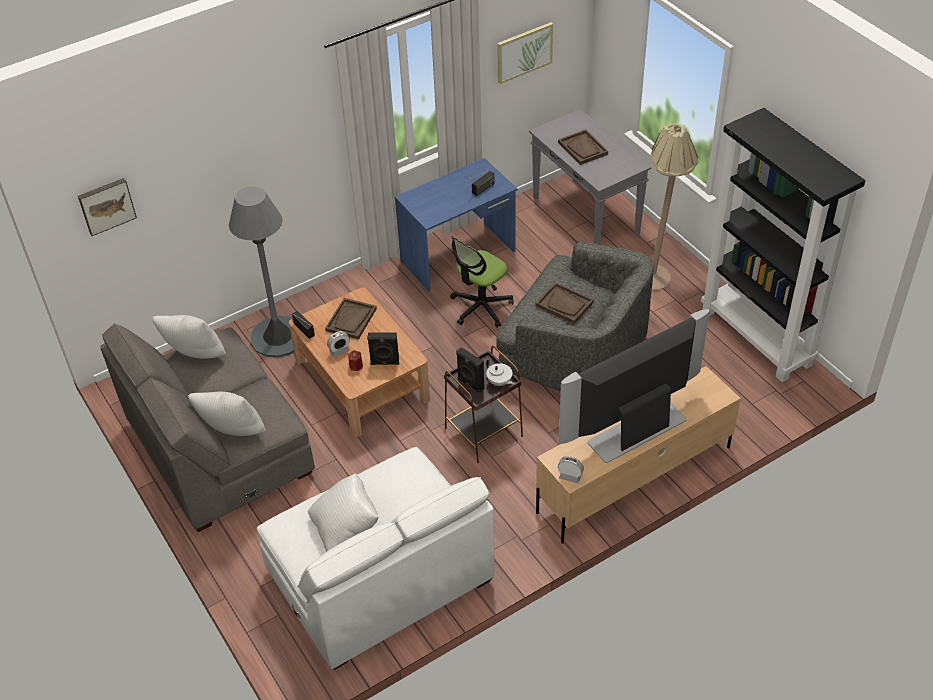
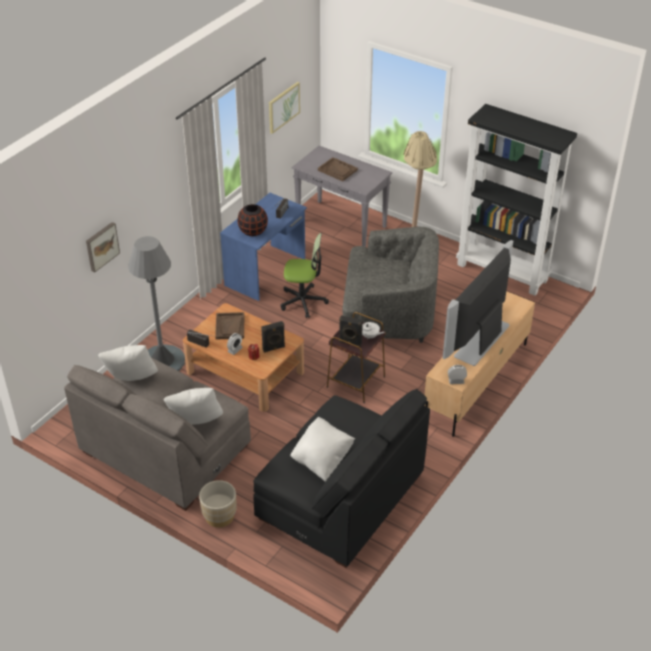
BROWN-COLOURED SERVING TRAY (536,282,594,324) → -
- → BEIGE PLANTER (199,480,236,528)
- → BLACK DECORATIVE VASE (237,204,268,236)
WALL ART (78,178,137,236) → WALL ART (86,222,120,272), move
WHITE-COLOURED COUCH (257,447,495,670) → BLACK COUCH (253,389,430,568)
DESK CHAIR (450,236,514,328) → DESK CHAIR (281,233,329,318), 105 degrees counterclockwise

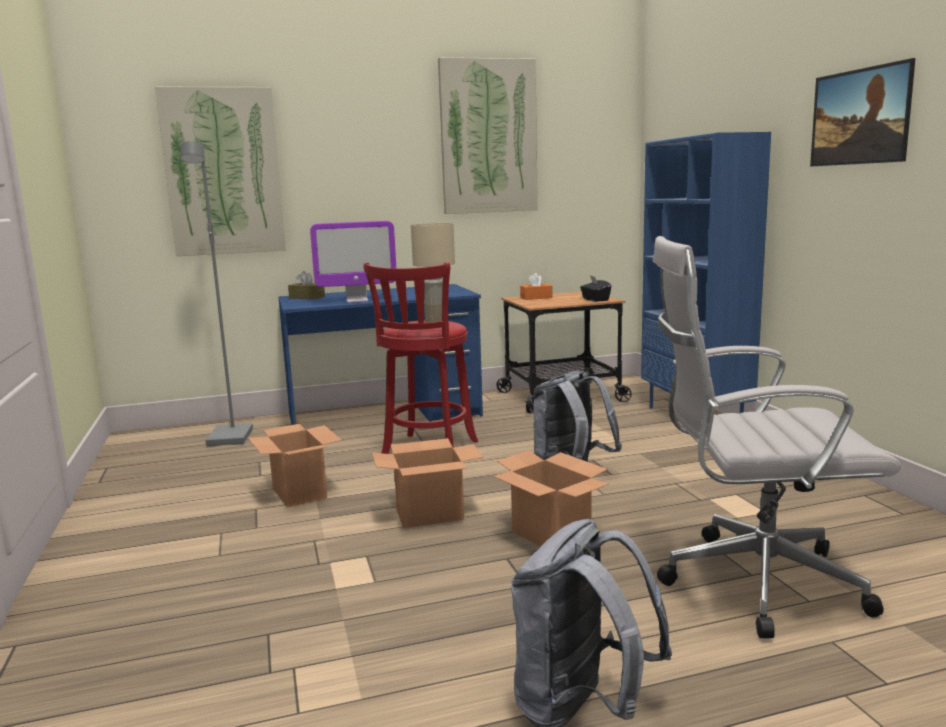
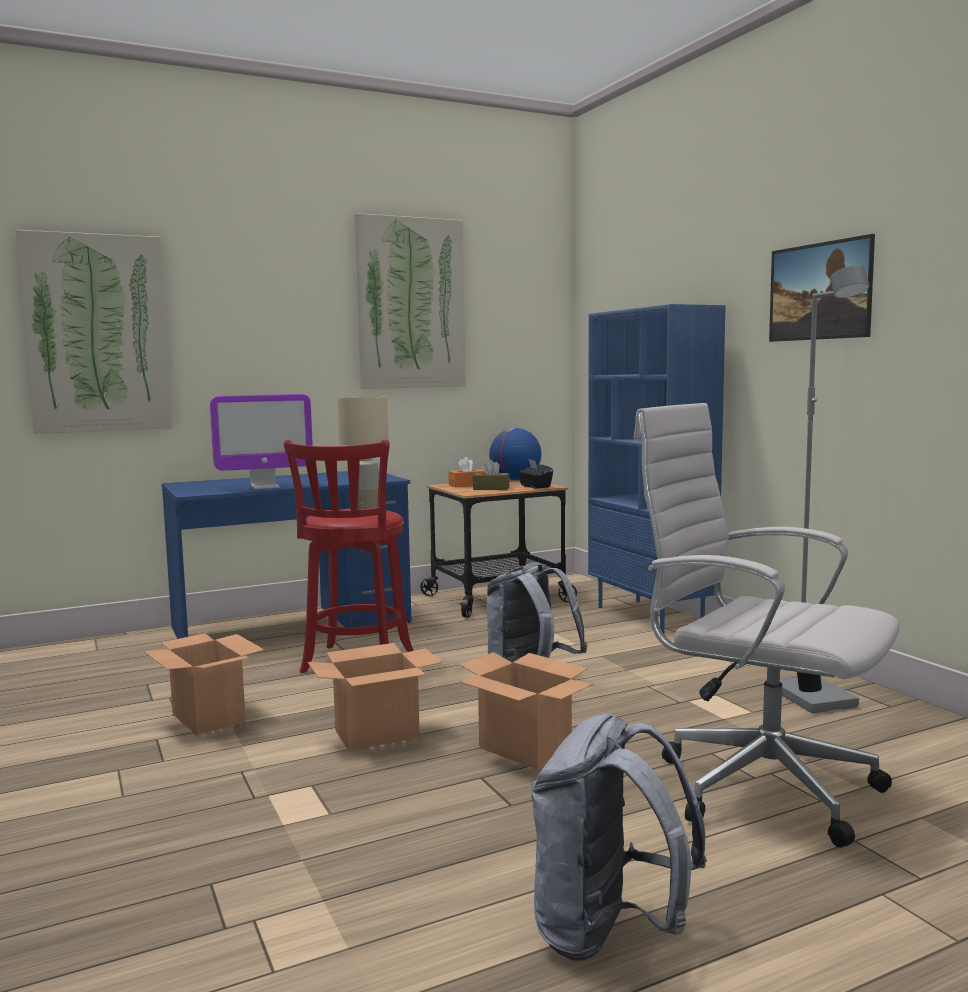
- → WORLD GLOBE (489,428,541,480)
GREY STANDING LAMP (180,141,253,446) → GREY STANDING LAMP (780,265,869,713), move
BROWN-COLOURED TISSUE HOLDER (288,271,325,299) → BROWN-COLOURED TISSUE HOLDER (473,460,510,490), move
WHITE-COLOURED DESK CHAIR (653,236,901,638) → WHITE-COLOURED DESK CHAIR (634,403,900,848), 45 degrees clockwise

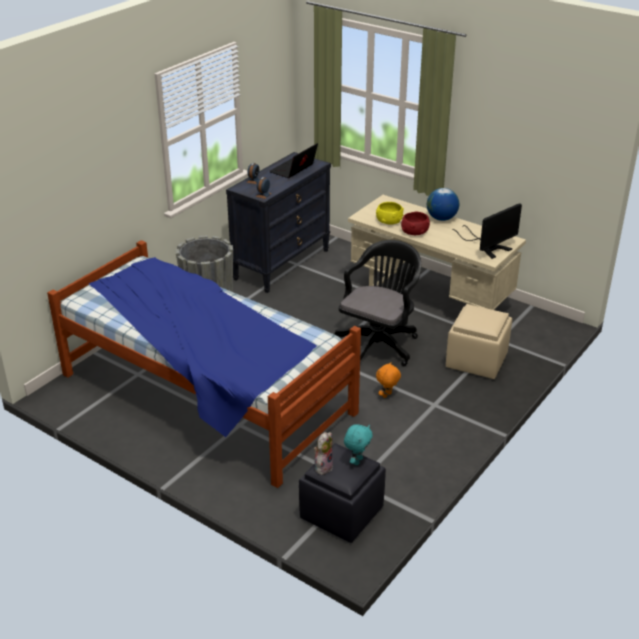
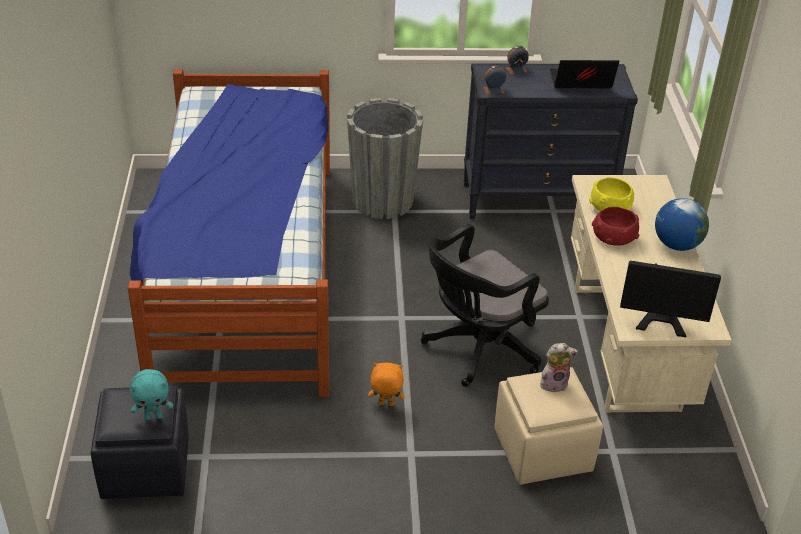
SOFT TOY (314,432,333,475) → SOFT TOY (540,343,578,392), move
BLACK DESK CHAIR (334,240,421,367) → BLACK DESK CHAIR (420,224,549,387), 150 degrees clockwise

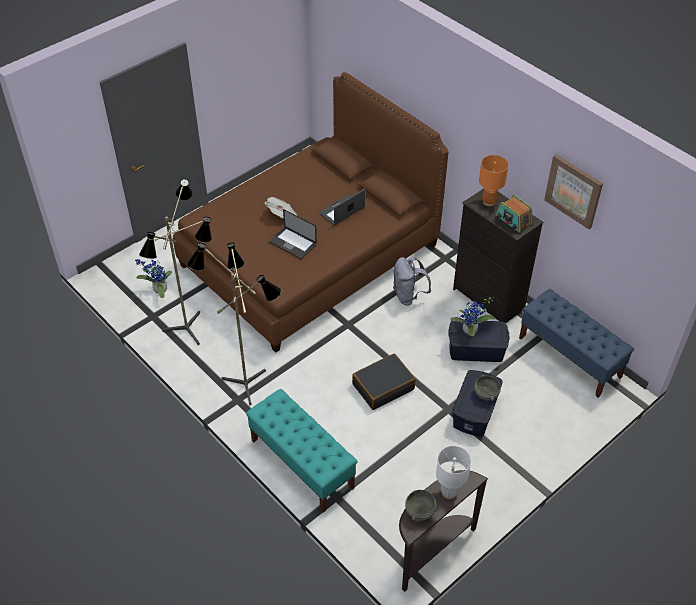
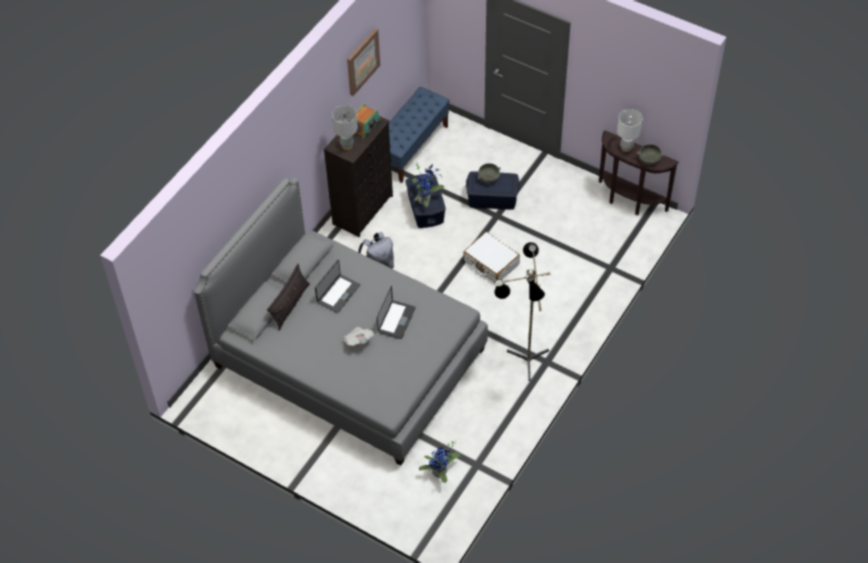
STANDING LAMP (139,179,212,345) → -
TURQUOISE LONG SEAT (246,389,358,513) → -
- → PILLOW (267,264,310,330)
BROWN-COLOURED SLEEPING BED (173,72,449,353) → GREY SLEEPING BED (194,178,488,466)
BLACK SUITCASE (352,353,416,410) → WHITE-COLOURED SUITCASE (463,232,520,283)
ORANGEY LAMP FOR A TABLE (479,155,508,206) → GREY LAMP FOR A TABLE (332,105,358,150)
LAPTOP (319,189,365,225) → LAPTOP (315,260,360,313), 90 degrees counterclockwise

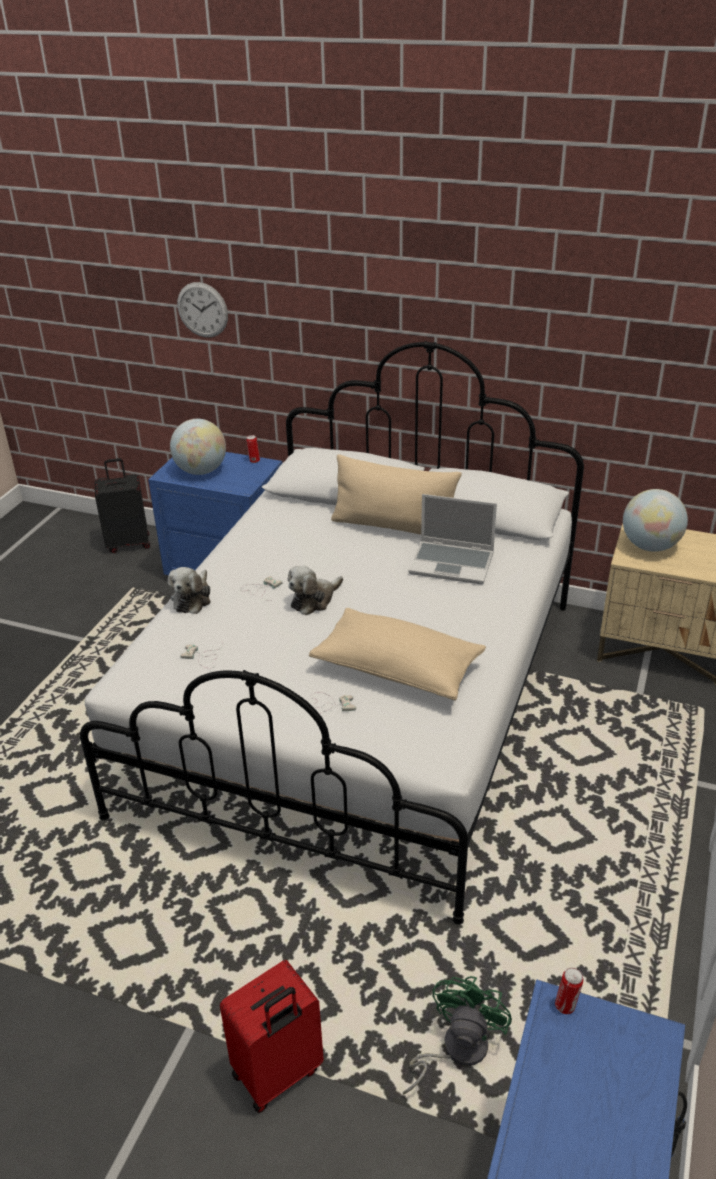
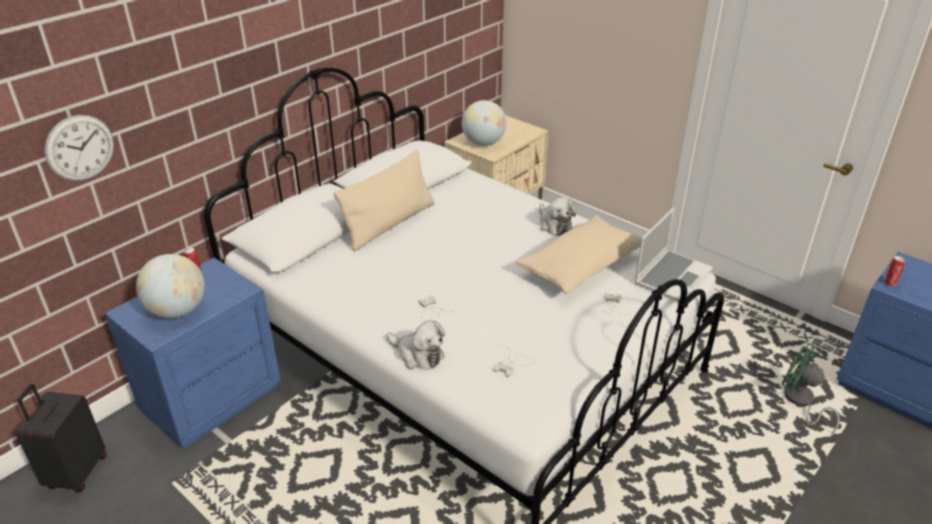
REDDISH SUITCASE (220,960,324,1113) → -
SOFT TOY (288,566,343,615) → SOFT TOY (539,197,576,236), move
LAPTOP (408,494,497,584) → LAPTOP (634,207,713,301), move

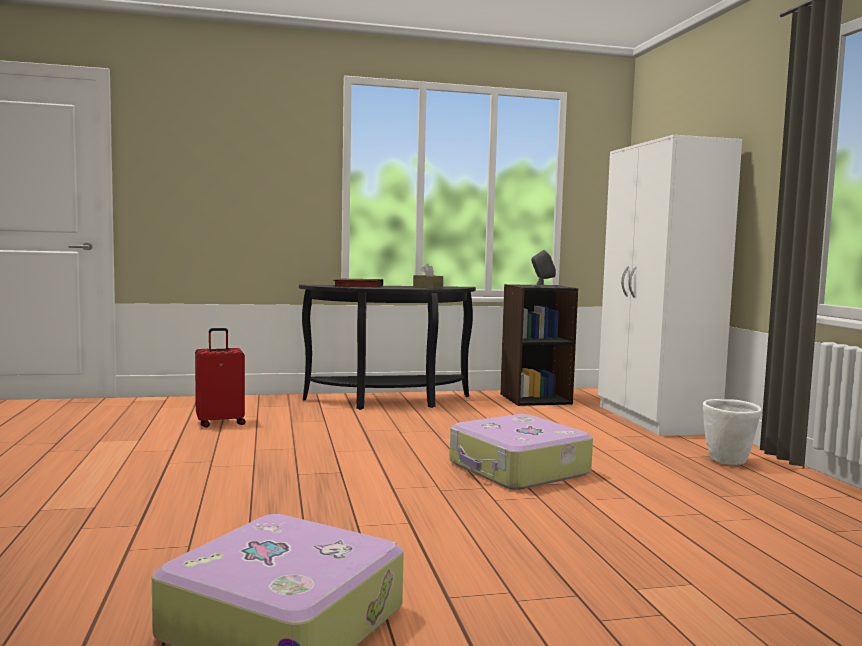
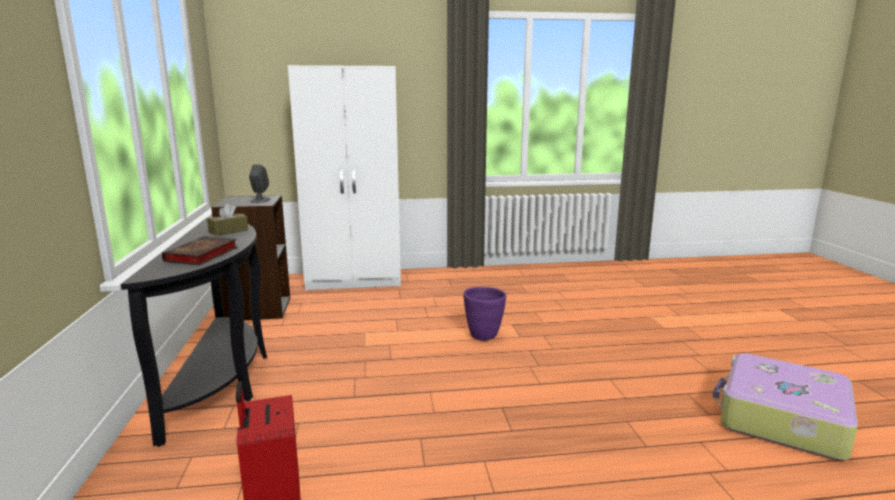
WHITE-COLOURED PLANTER (703,399,762,465) → -
SUITCASE (450,414,593,490) → PURPLE PLANTER (463,287,506,341)

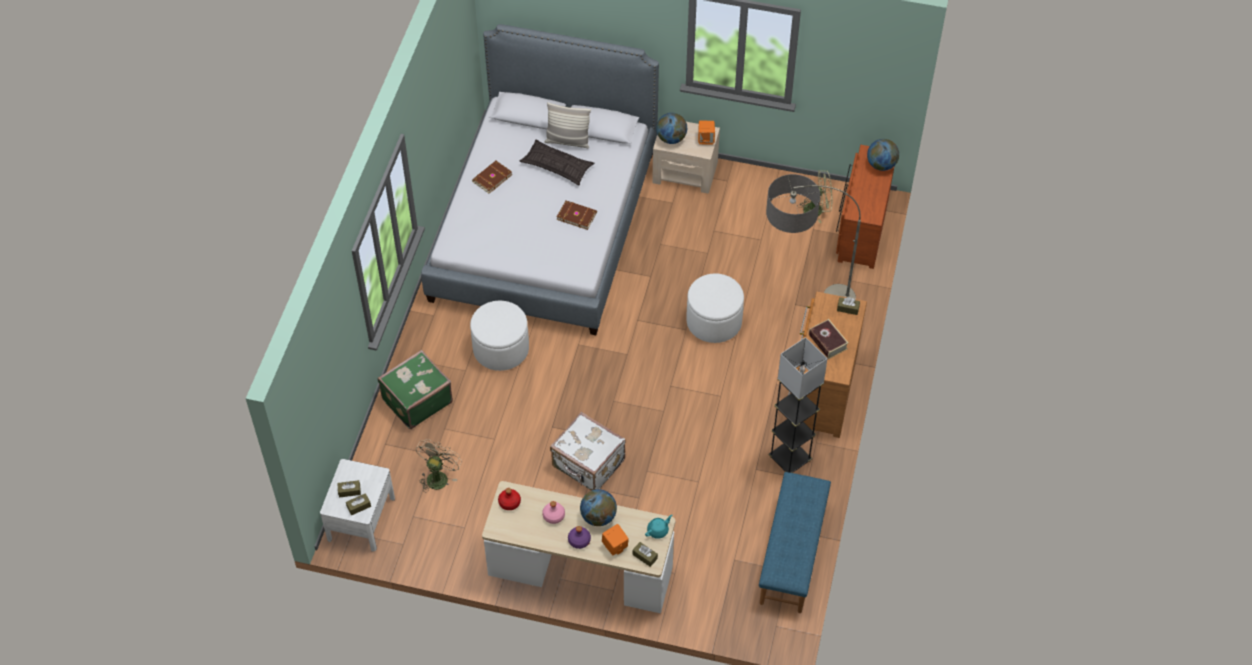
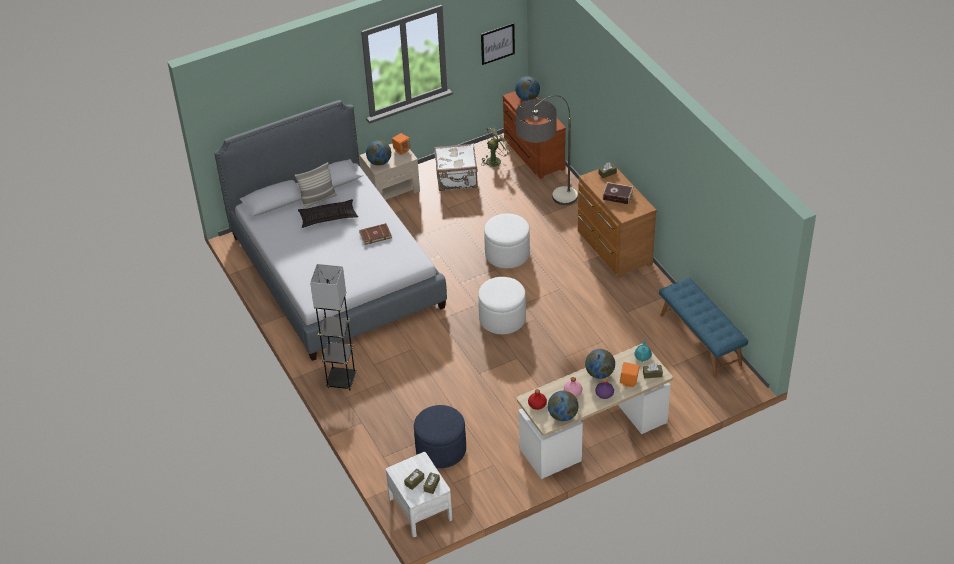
GREEN-COLOURED SUITCASE (378,350,453,429) → -
BROWN-COLOURED BOOK (472,161,512,194) → -
- → WALL ART (481,23,515,65)
- → WORLD GLOBE (548,391,579,421)
WHITE-COLOURED POUFFE (470,301,529,371) → WHITE-COLOURED POUFFE (478,277,526,334), move
WHITE-COLOURED SUITCASE (550,412,626,491) → WHITE-COLOURED SUITCASE (434,144,478,191), move
GREY STANDING LAMP (769,337,828,473) → GREY STANDING LAMP (310,264,356,391), move
BEIGE COOLING FAN (415,439,462,492) → BLUISH POUFFE (414,405,466,468)

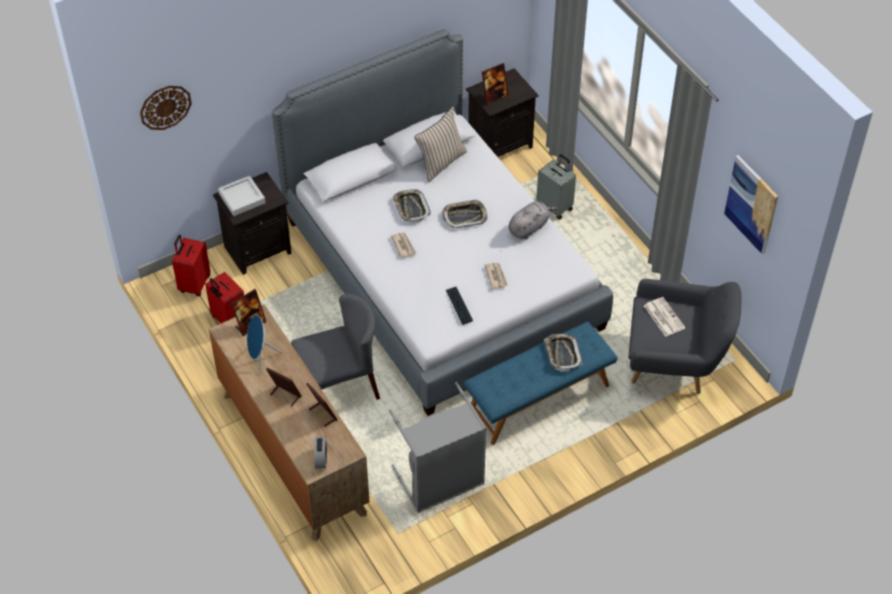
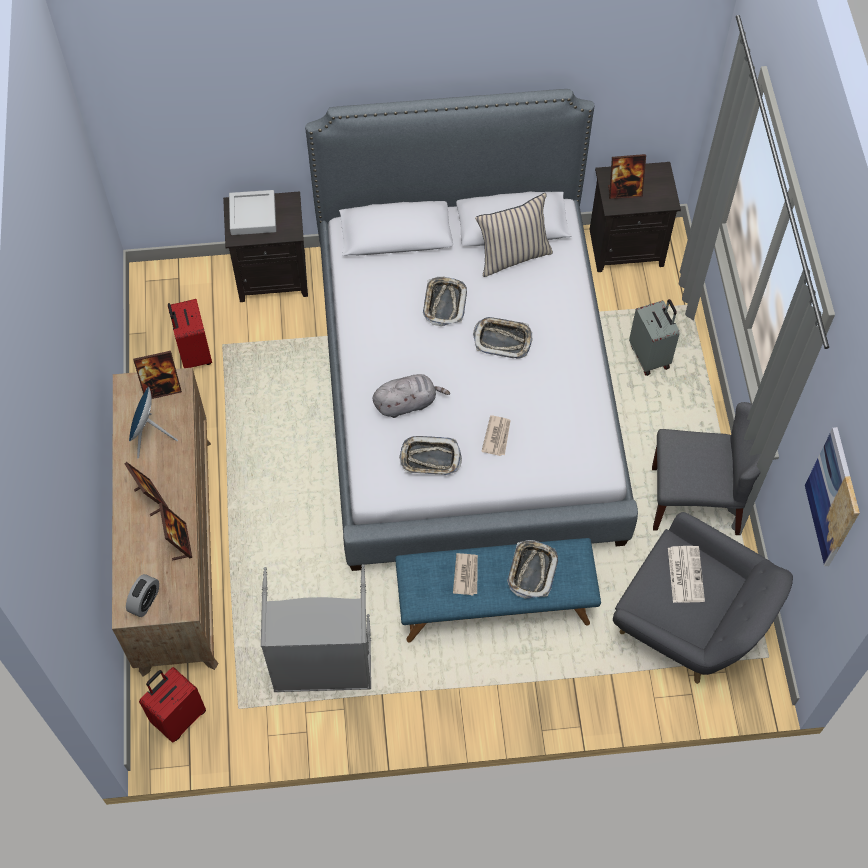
CLOCK ON THE WALL (140,86,192,130) → -
REDDISH SUITCASE (172,235,210,296) → REDDISH SUITCASE (139,667,206,743), move
GREY UPRIGHT CHAIR (291,294,380,400) → GREY UPRIGHT CHAIR (652,402,761,535), move
DAILY PAPER (391,232,416,258) → DAILY PAPER (453,553,478,595), move
GREY SOFT TOY (509,201,558,239) → GREY SOFT TOY (373,374,450,418), move
KEYBOARD (446,287,473,325) → SERVING TRAY (399,436,462,475)

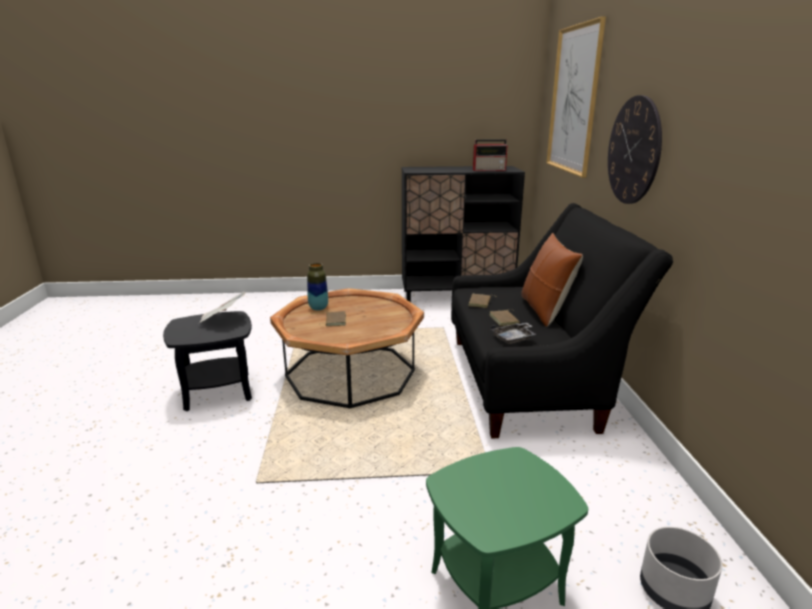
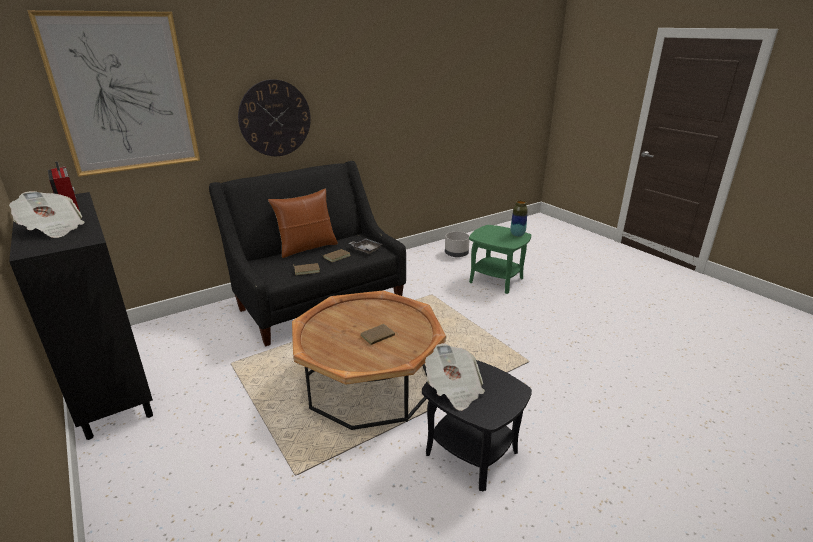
- → DAILY PAPER (9,191,85,238)
DECORATIVE VASE (307,263,328,311) → DECORATIVE VASE (510,200,527,237), move

